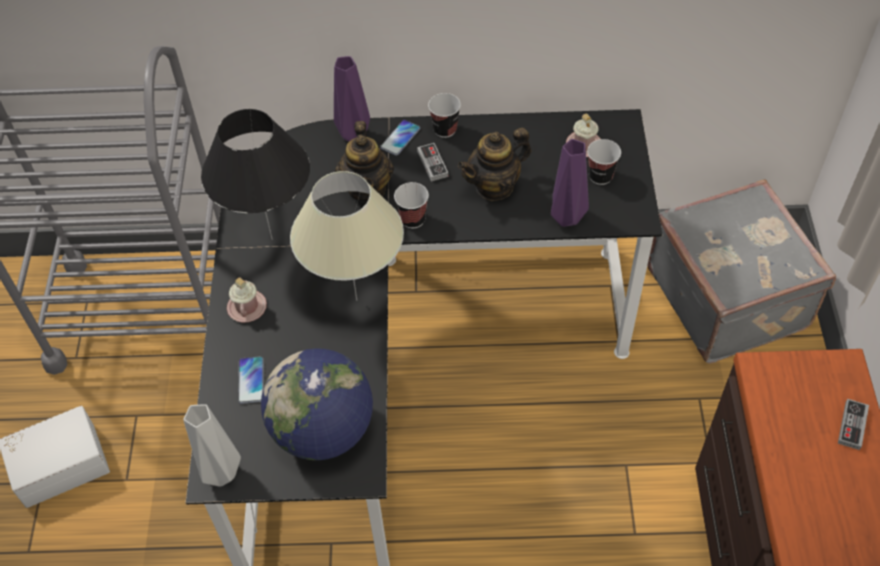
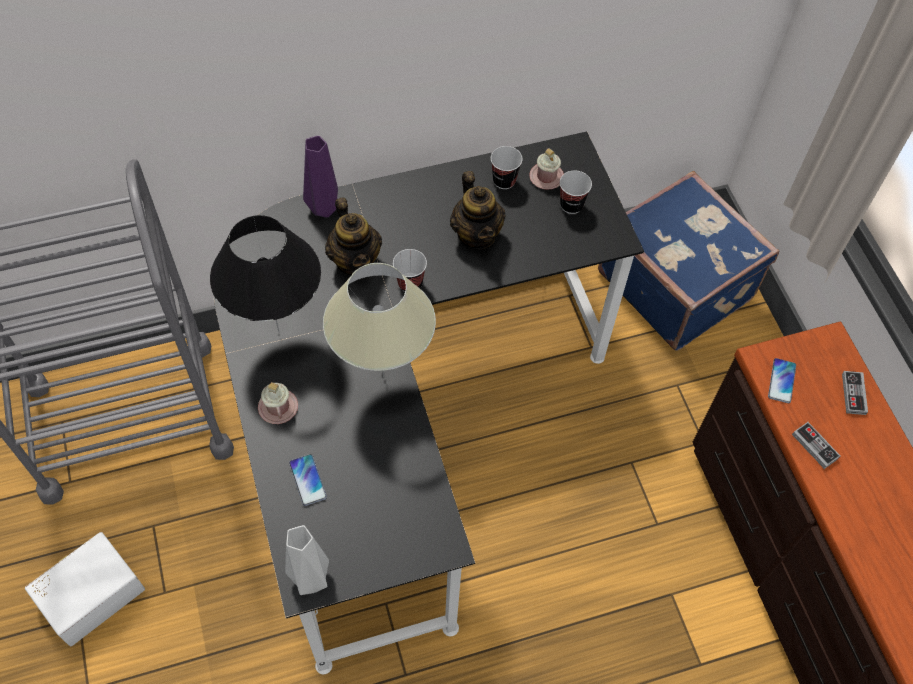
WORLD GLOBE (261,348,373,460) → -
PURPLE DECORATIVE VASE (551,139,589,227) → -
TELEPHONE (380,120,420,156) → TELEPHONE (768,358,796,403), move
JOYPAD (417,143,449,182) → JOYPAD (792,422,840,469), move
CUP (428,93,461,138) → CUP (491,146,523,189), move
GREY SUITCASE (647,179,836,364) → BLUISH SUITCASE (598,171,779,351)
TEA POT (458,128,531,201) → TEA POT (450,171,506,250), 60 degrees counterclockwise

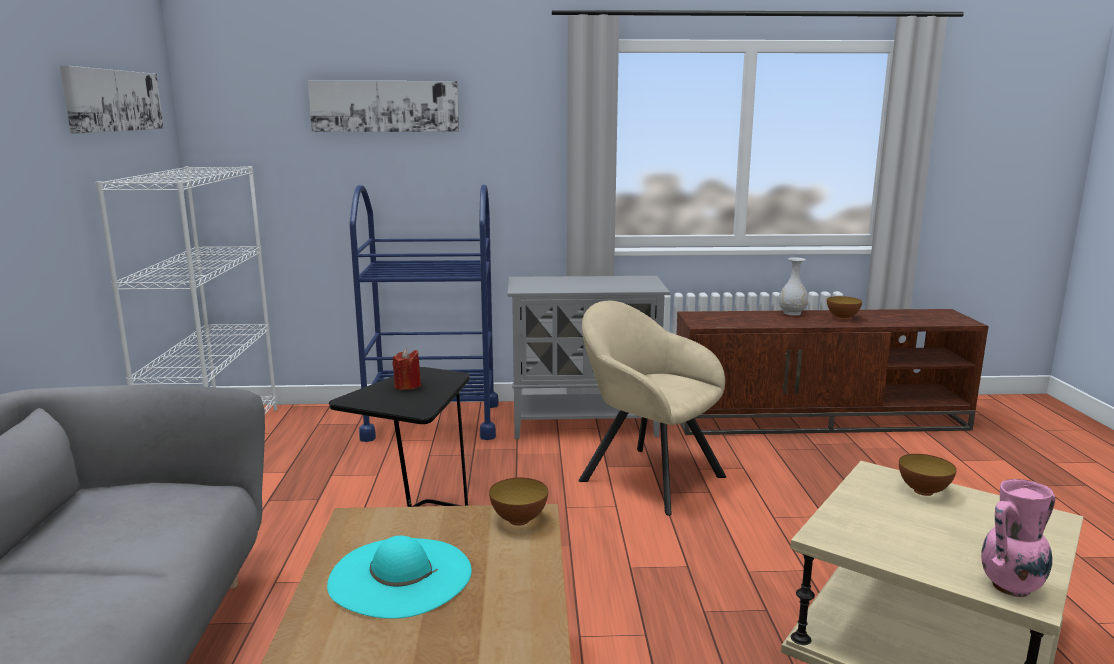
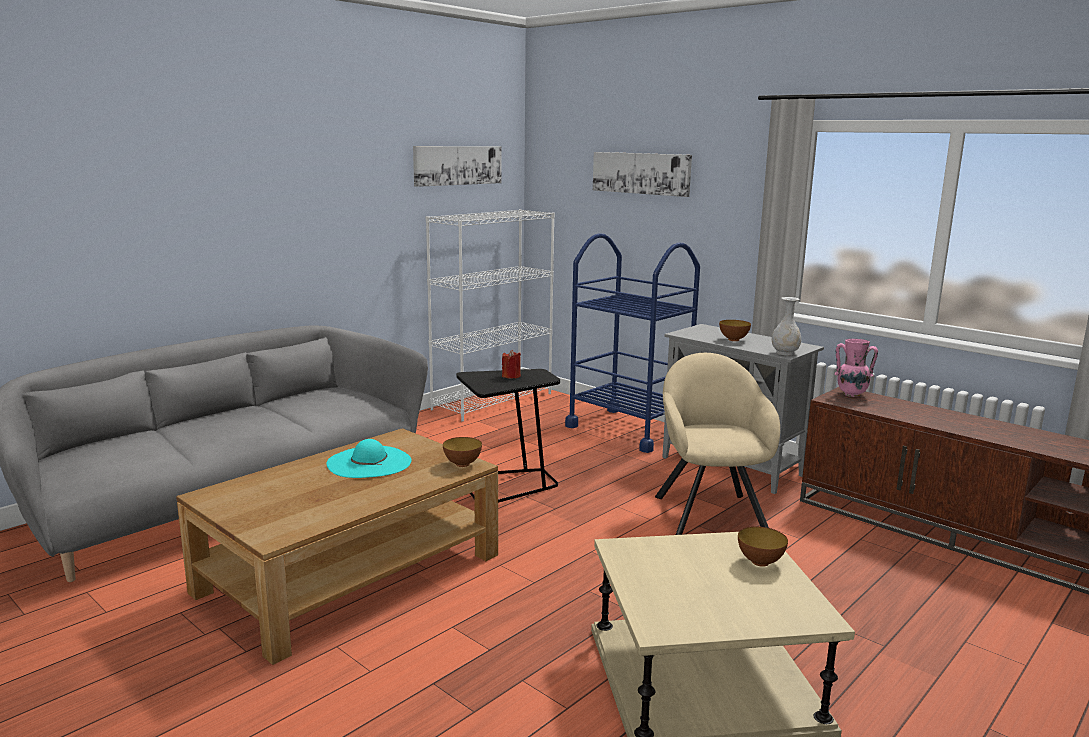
WHITE-COLOURED DECORATIVE VASE (779,257,808,316) → WHITE-COLOURED DECORATIVE VASE (772,297,801,356), move
DEEP DISH (827,296,862,320) → DEEP DISH (719,320,751,341), move
PINK DECORATIVE VASE (981,479,1055,597) → PINK DECORATIVE VASE (835,339,878,397), move

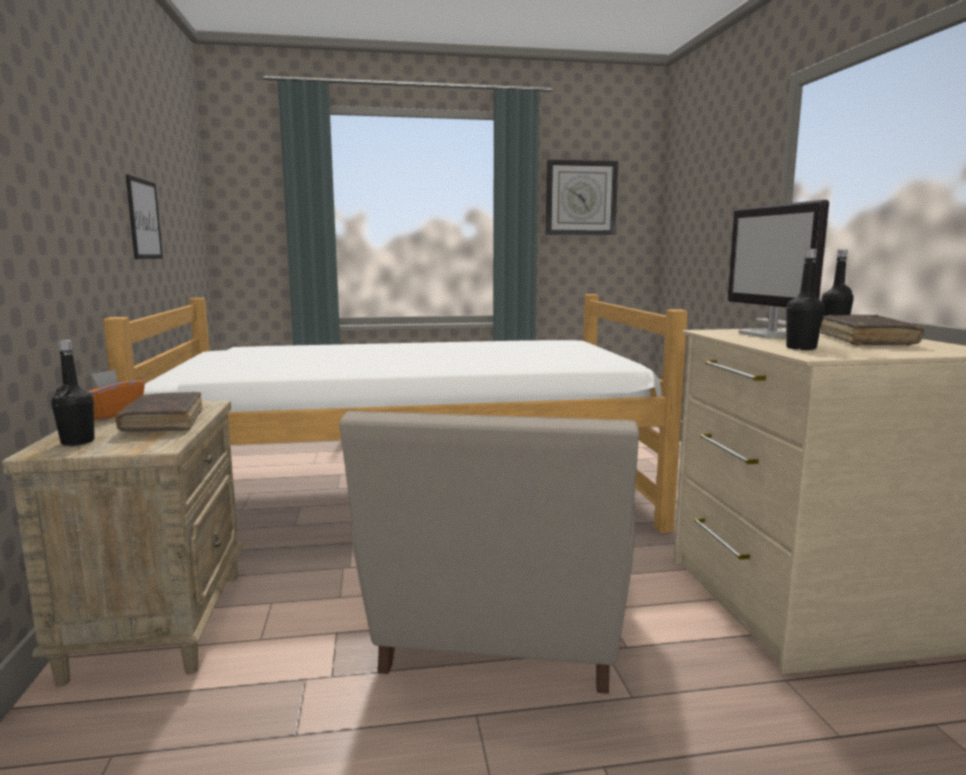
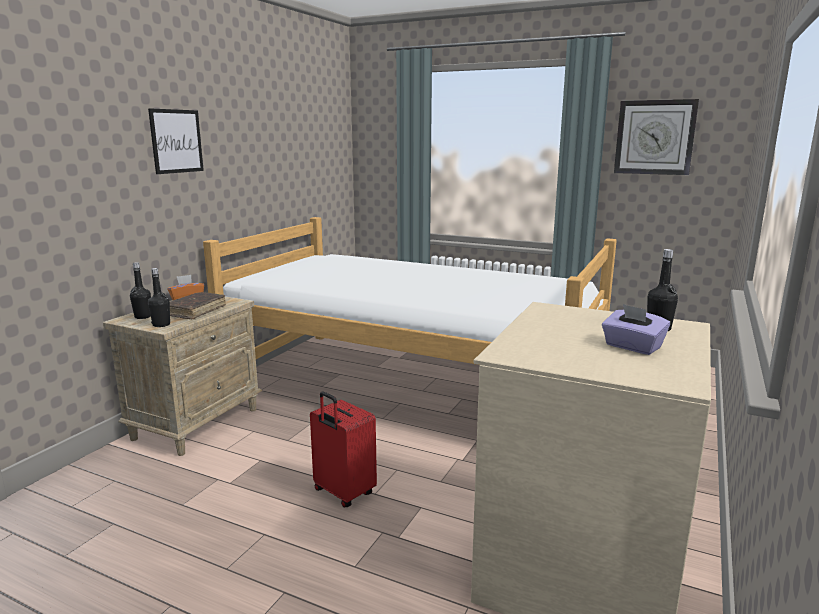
COMPUTER SCREEN (728,200,829,338) → -
WALL ART (126,175,163,259) → WALL ART (148,108,204,174), move
BLACK BOTTLE (786,249,824,350) → BLACK BOTTLE (148,268,170,327), move
BEIGE ARMCHAIR (339,411,639,694) → REDDISH SUITCASE (310,392,377,507)
BROWN-COLOURED BOOK (820,315,924,346) → PURPLE TISSUE HOLDER (602,304,670,355)

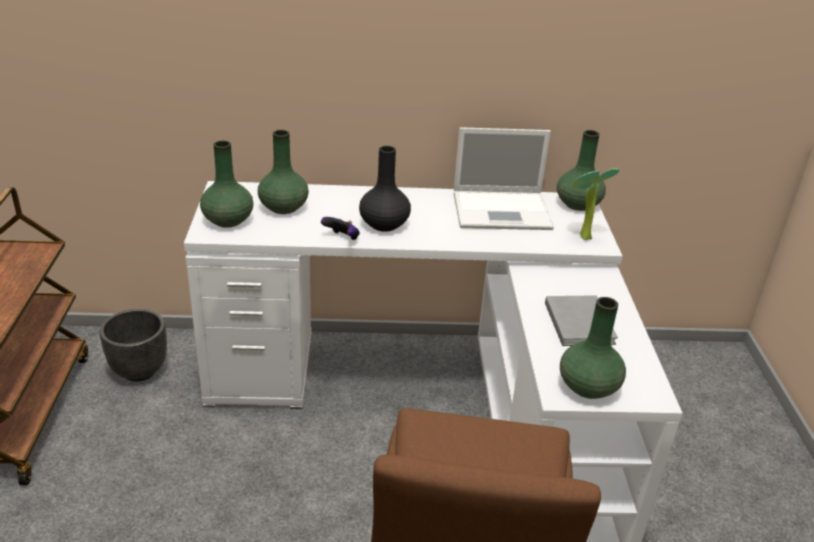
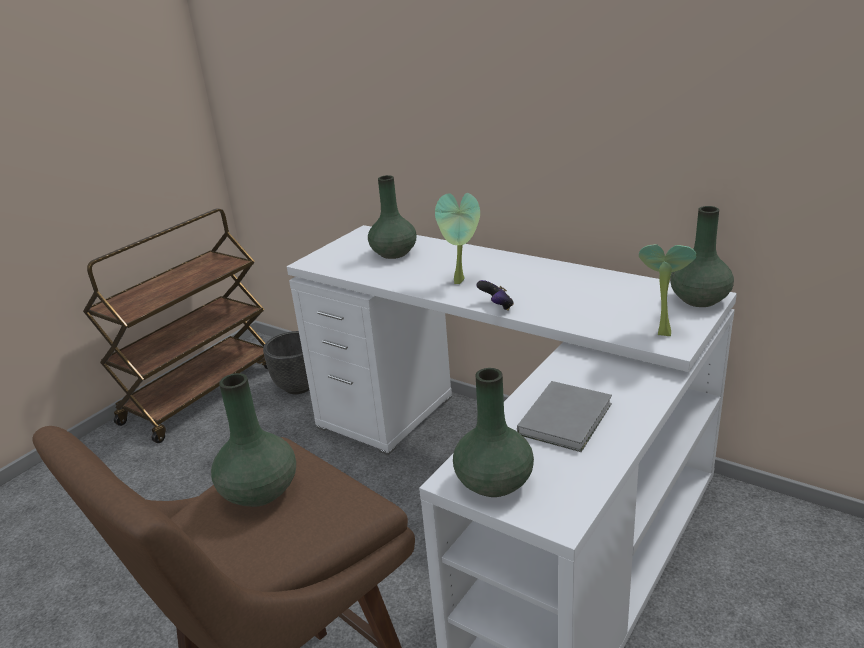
LAPTOP (454,127,554,230) → -
GREEN-COLOURED DECORATIVE VASE (200,140,253,228) → GREEN-COLOURED DECORATIVE VASE (211,373,296,507), move
JOYPAD (321,217,360,240) → JOYPAD (476,280,514,311), move
BLACK DECORATIVE VASE (359,146,411,232) → POTTED PLANT (435,193,480,284)

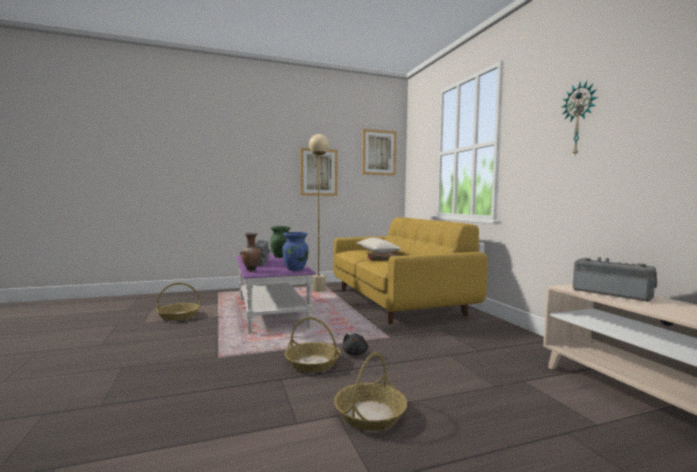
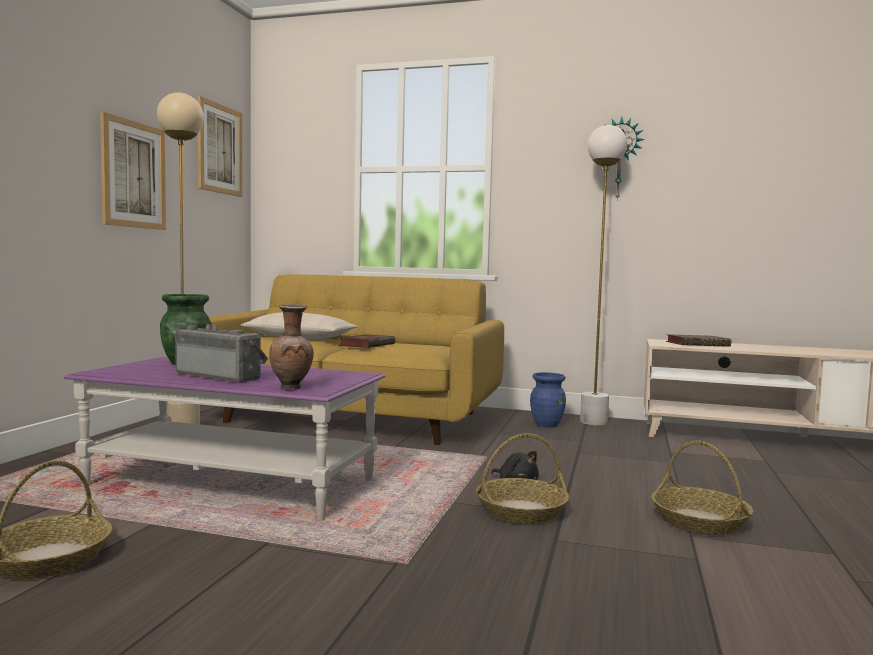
- → WHITE-COLOURED STANDING LAMP (580,125,627,426)
BLUISH DECORATIVE VASE (282,232,308,271) → BLUISH DECORATIVE VASE (530,372,566,428), move
RADIO SET (573,257,657,302) → BOOK (666,334,731,347)

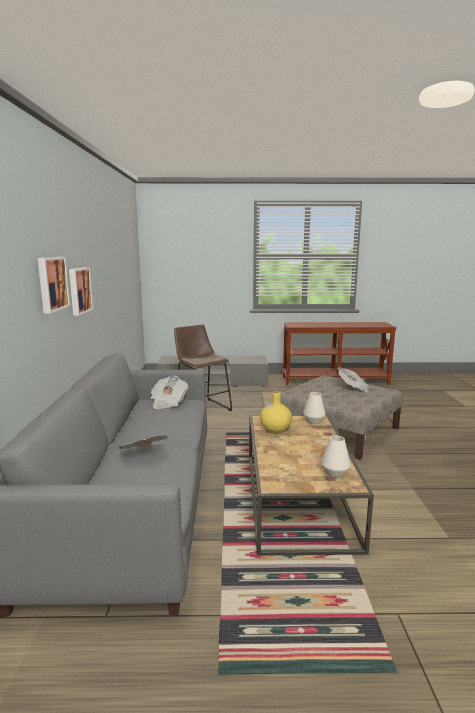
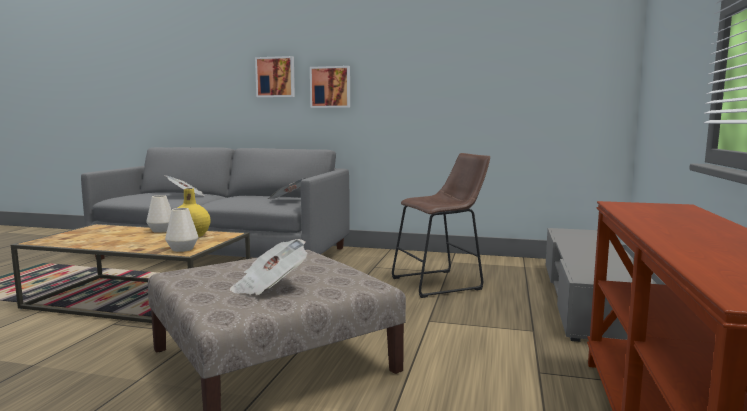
WHITE-COLOURED DECORATIVE VASE (321,435,350,478) → WHITE-COLOURED DECORATIVE VASE (146,195,172,233), move

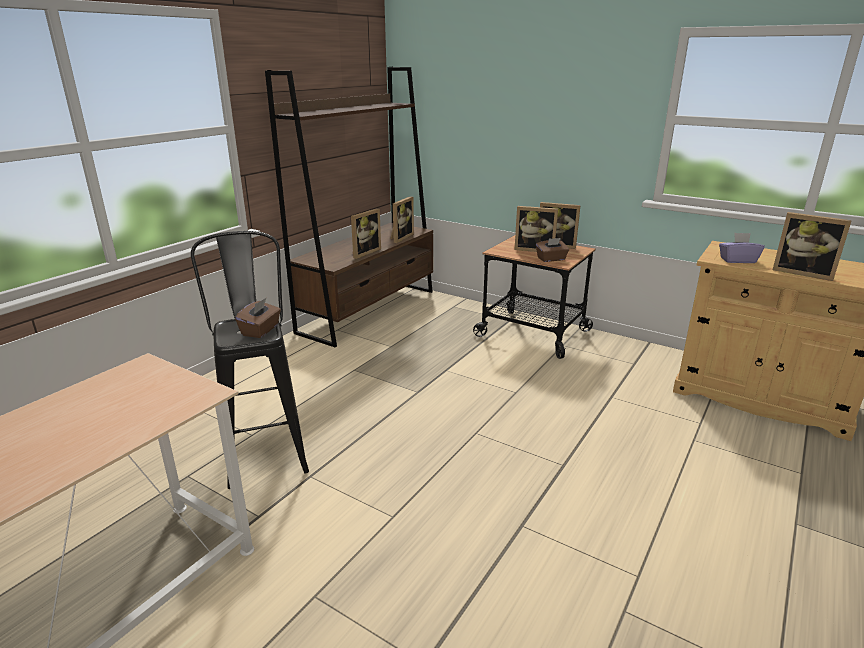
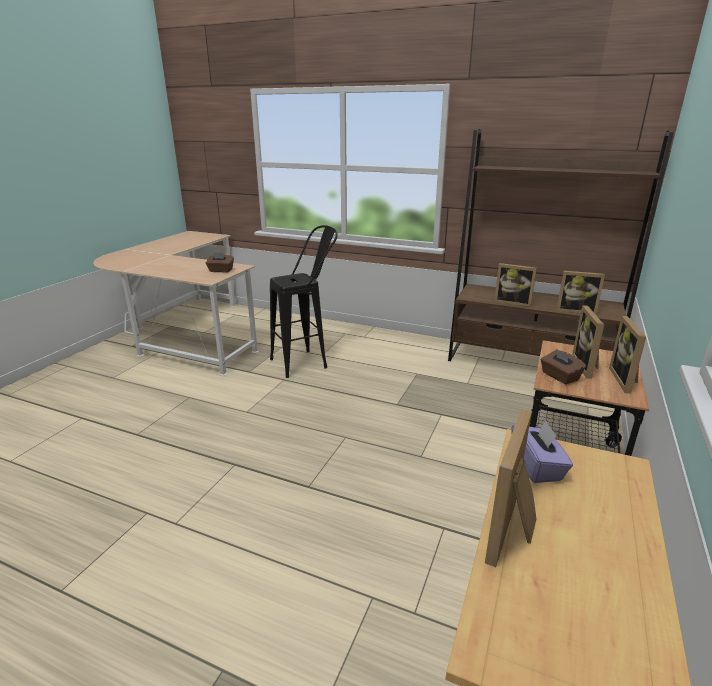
BROWN-COLOURED TISSUE HOLDER (235,297,281,338) → BROWN-COLOURED TISSUE HOLDER (206,253,234,273), move

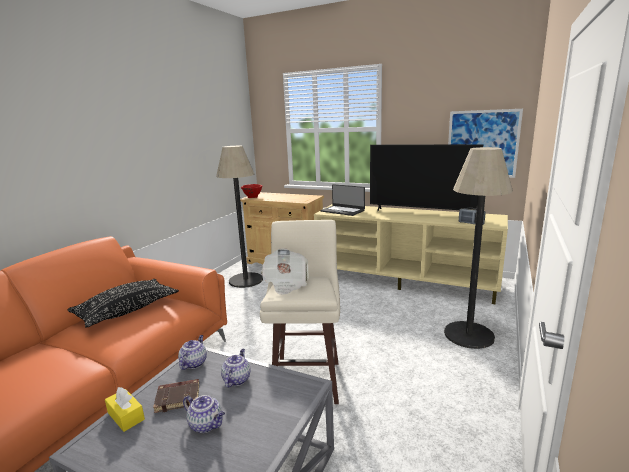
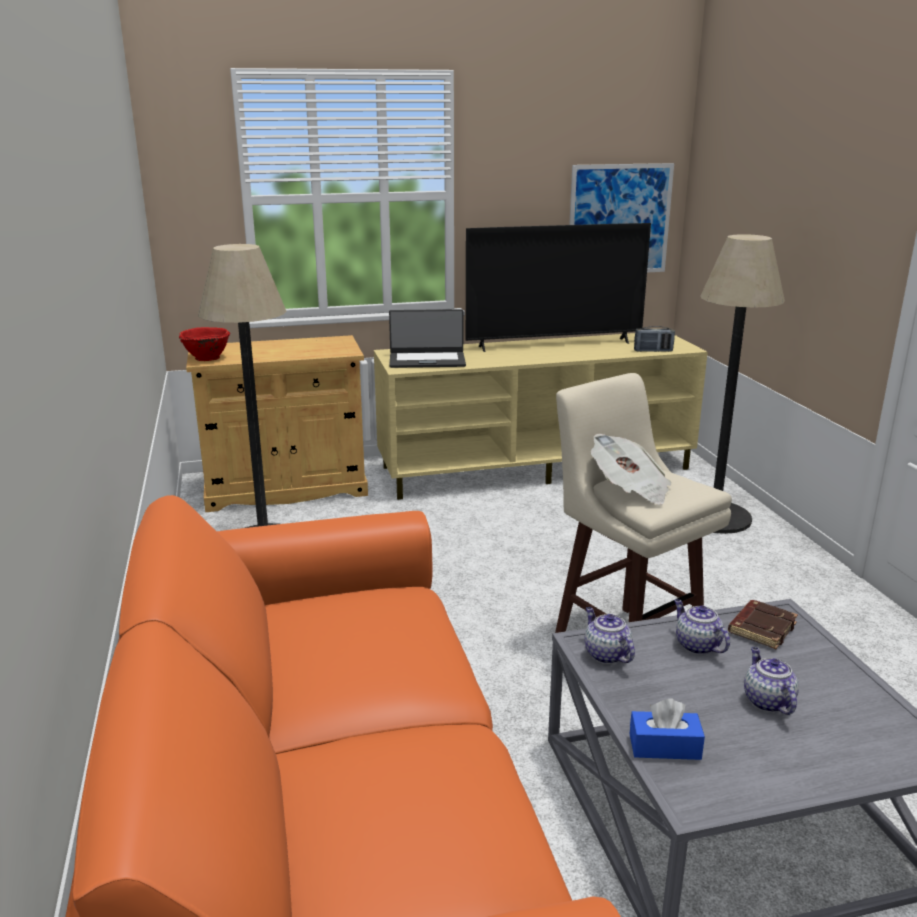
BLACK PILLOW (67,279,179,328) → -
BROWN-COLOURED BOOK (153,379,199,413) → BROWN-COLOURED BOOK (728,600,798,649), move
YELLOWISH TISSUE HOLDER (105,387,145,432) → BLUISH TISSUE HOLDER (630,698,705,760)
TEA POT (183,395,225,433) → TEA POT (744,647,799,715), 90 degrees counterclockwise

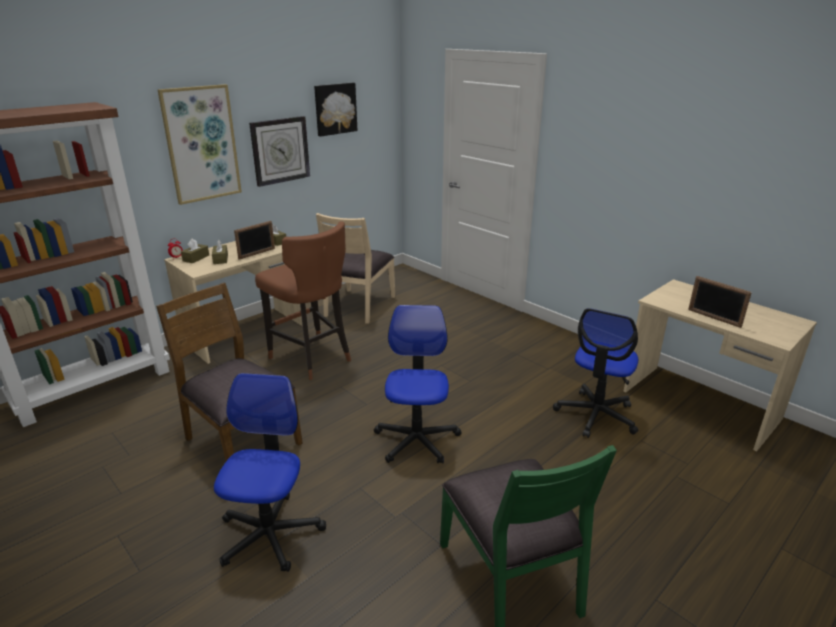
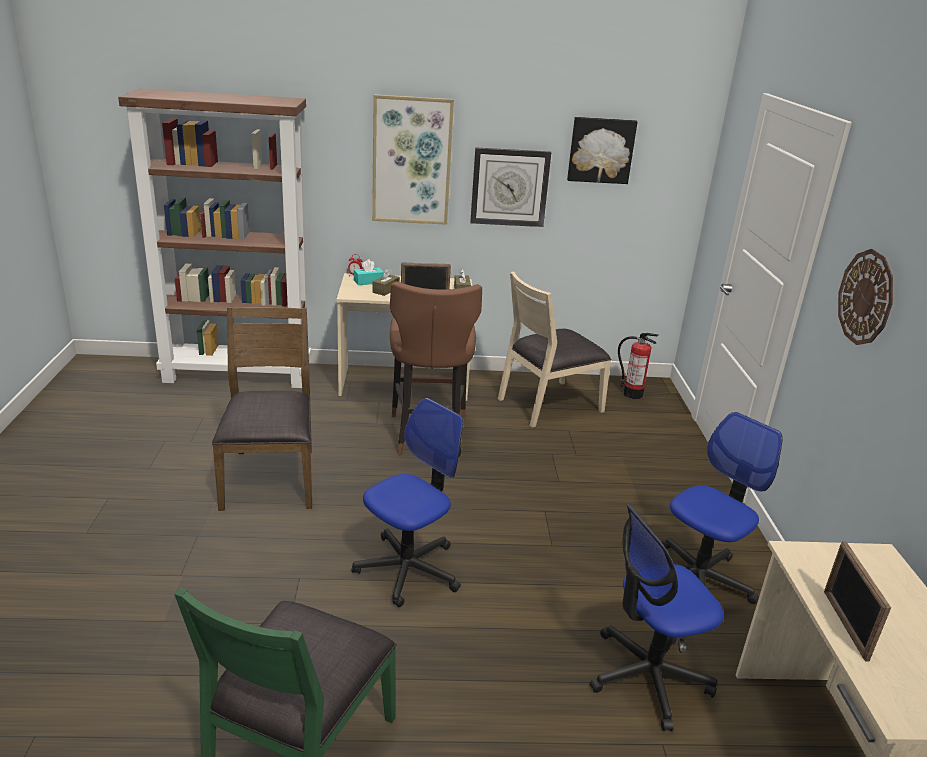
- → FIRE EXTINGUISHER (618,333,659,399)
- → CLOCK ON THE WALL (838,249,893,345)
DESK CHAIR (214,373,326,572) → DESK CHAIR (662,412,783,604), move
BROWN-COLOURED TISSUE HOLDER (181,239,209,263) → TURQUOISE TISSUE HOLDER (354,259,384,285)

